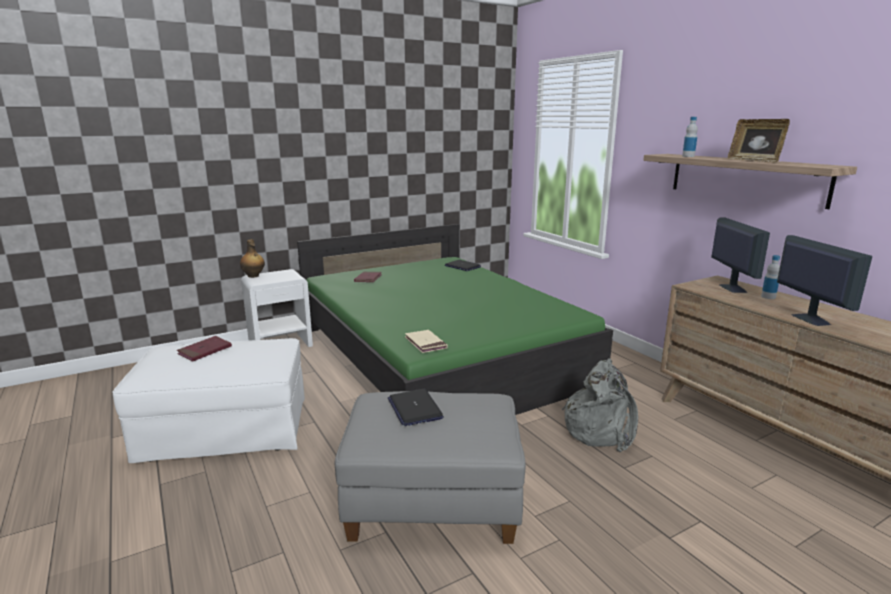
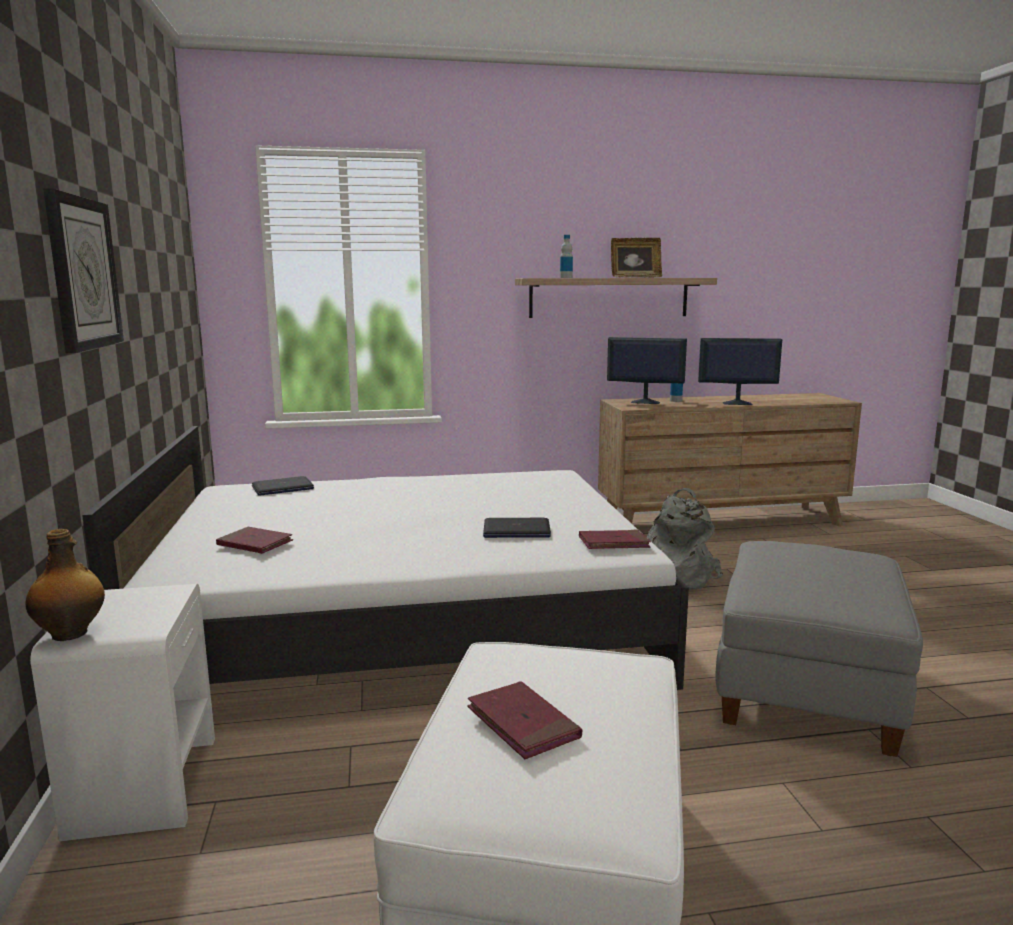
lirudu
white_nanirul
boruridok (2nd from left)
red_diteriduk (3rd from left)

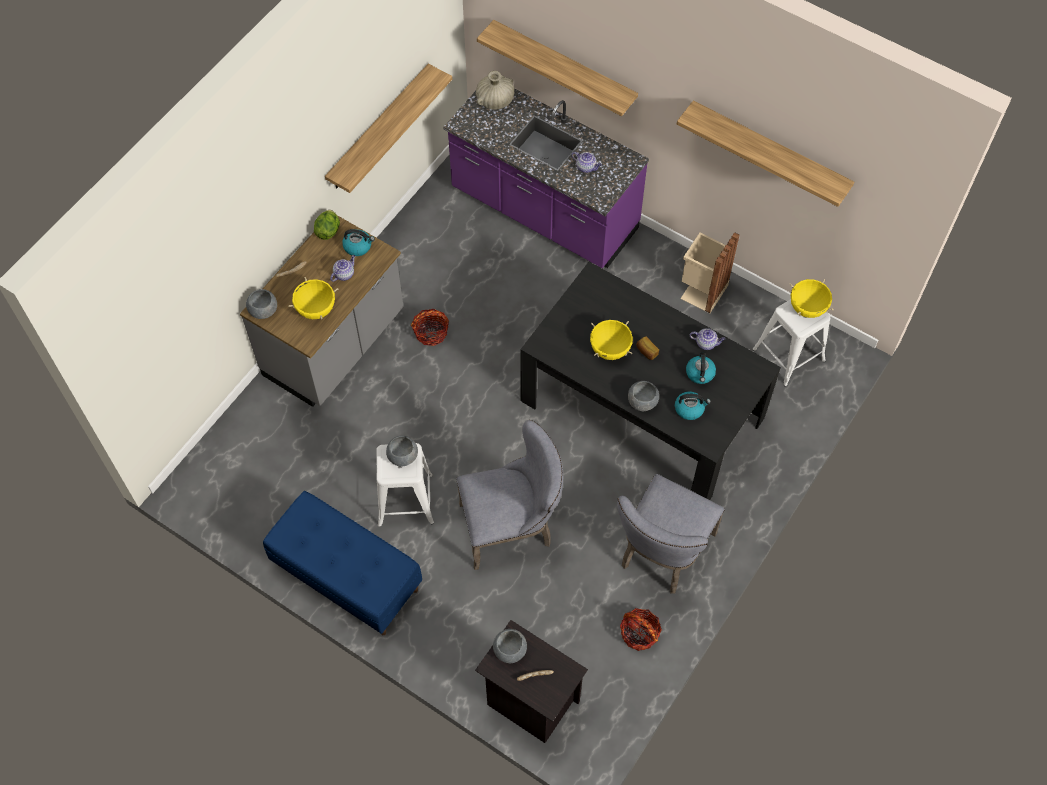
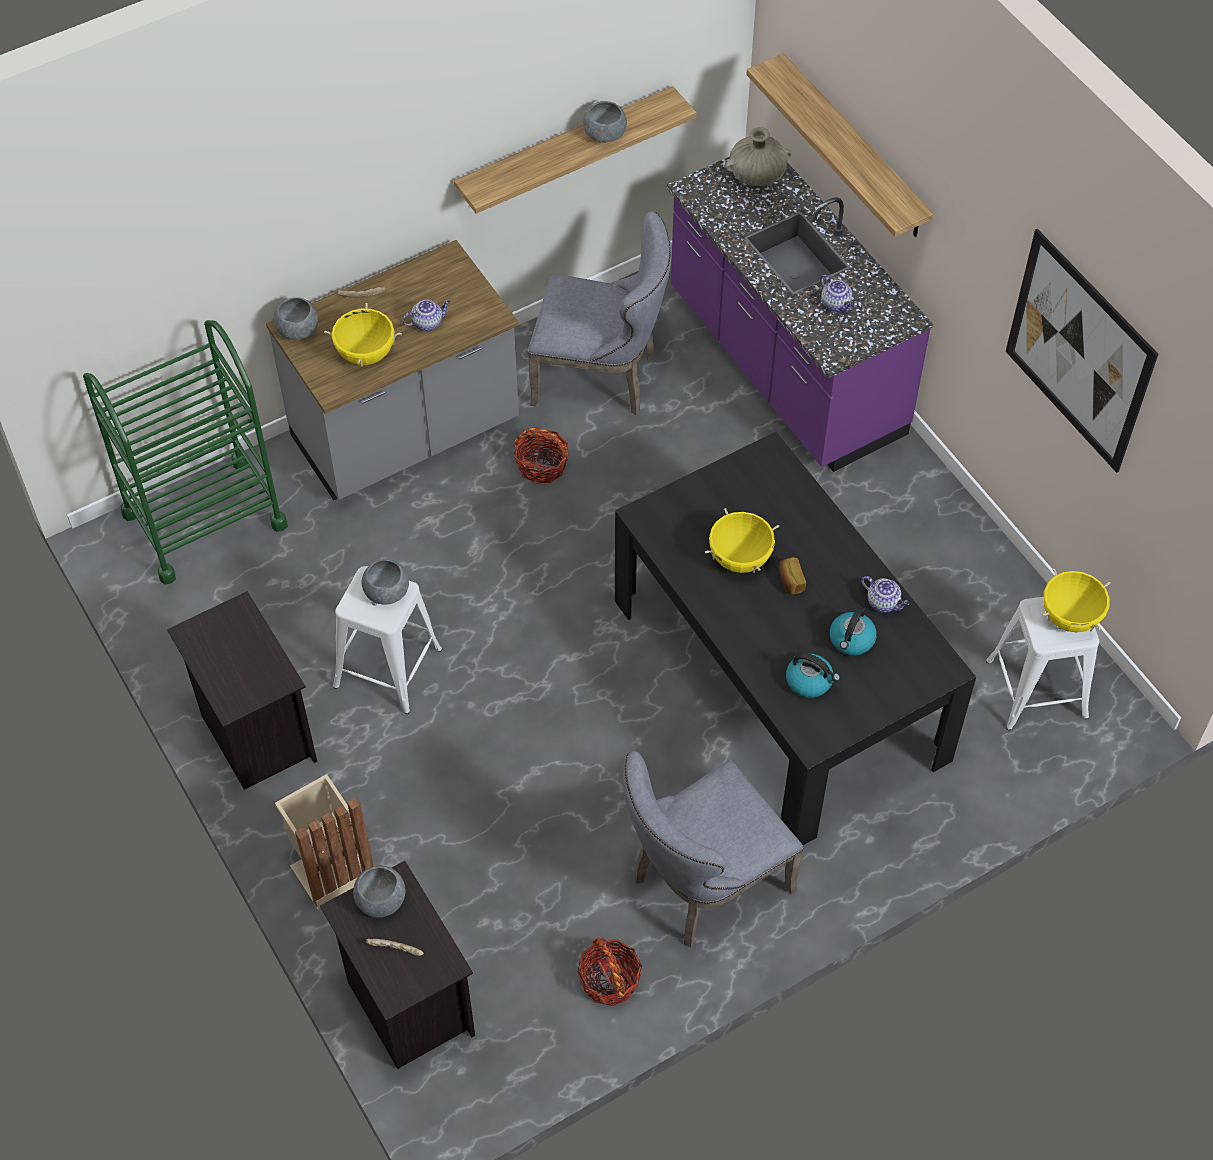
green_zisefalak
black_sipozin (1st from left)
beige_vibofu
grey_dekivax (1st from left)
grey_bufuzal (4th from left)
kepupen
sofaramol
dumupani (1st from left in the first image)

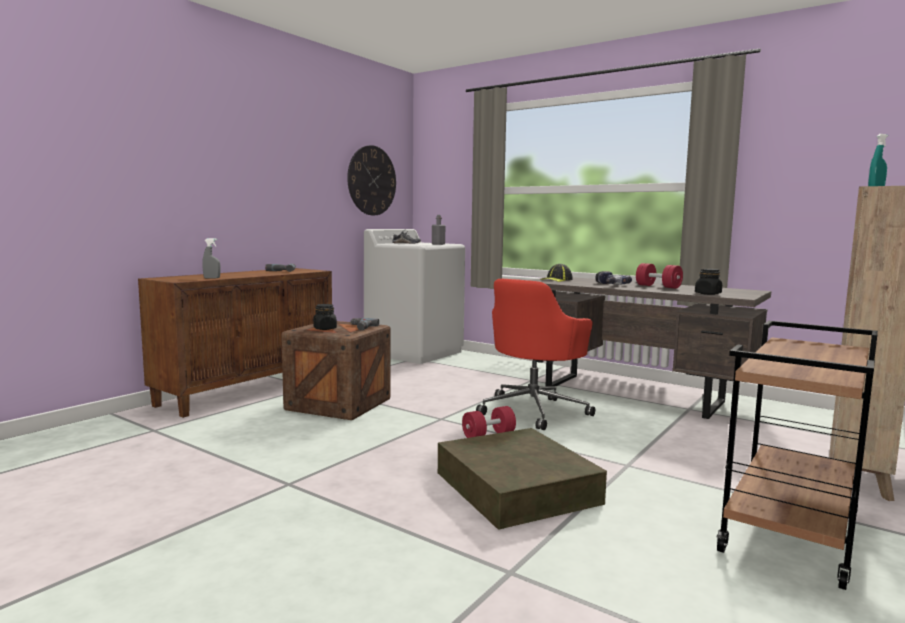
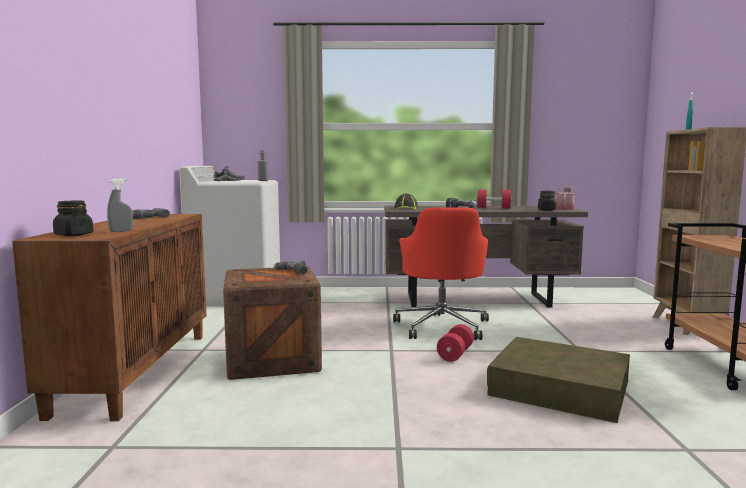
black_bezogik (1st from left)
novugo
lirudu

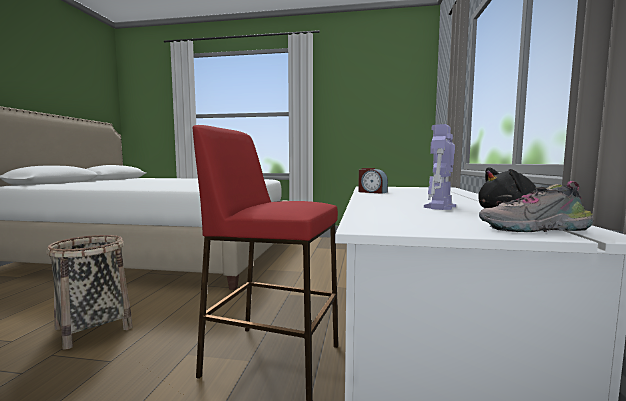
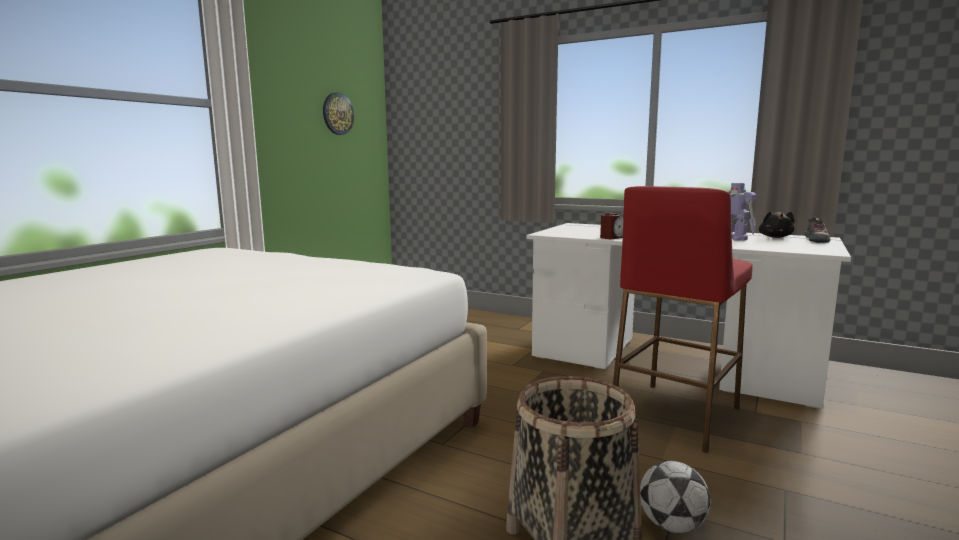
lirudu
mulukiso

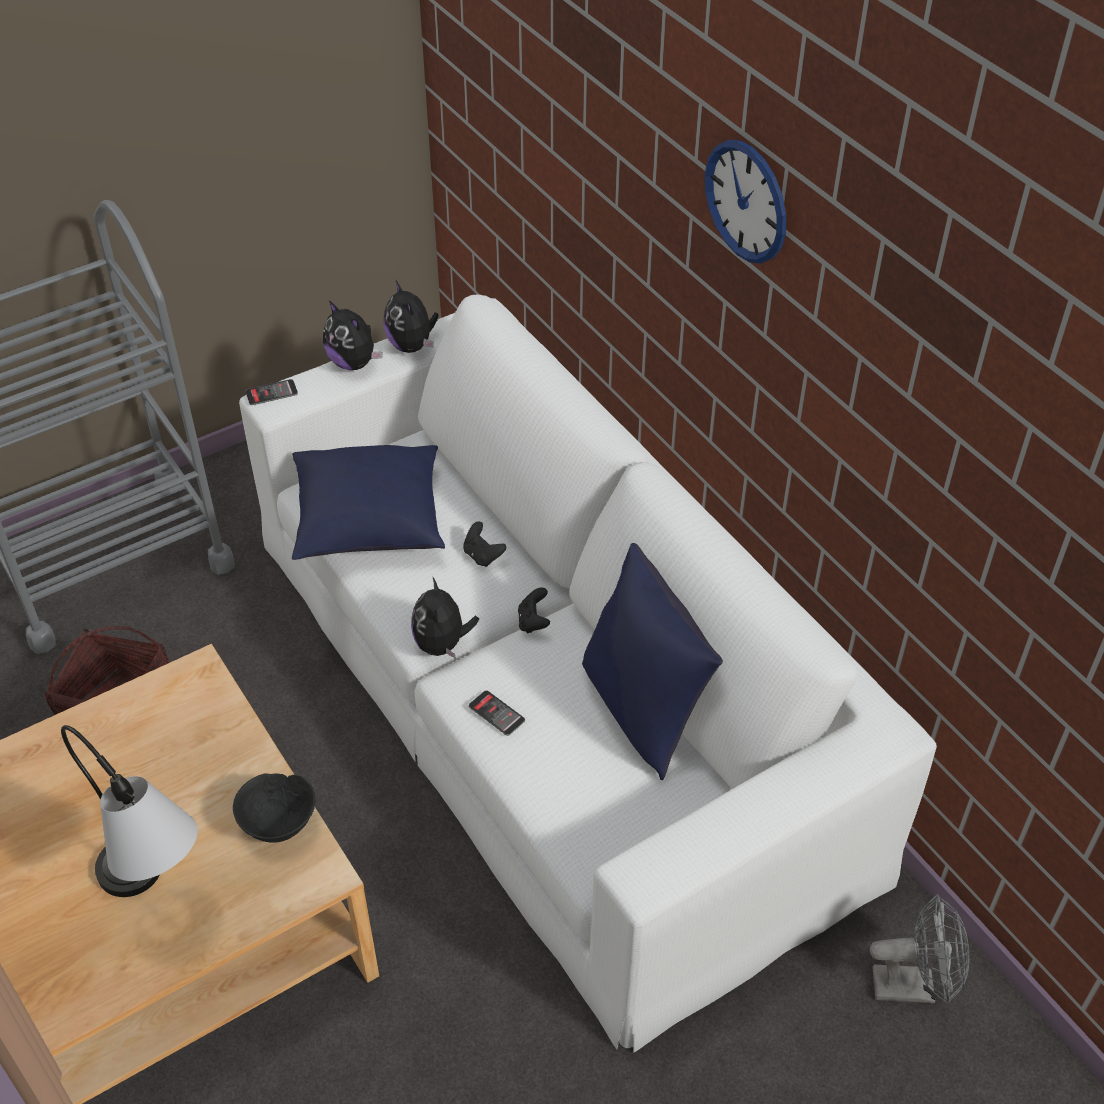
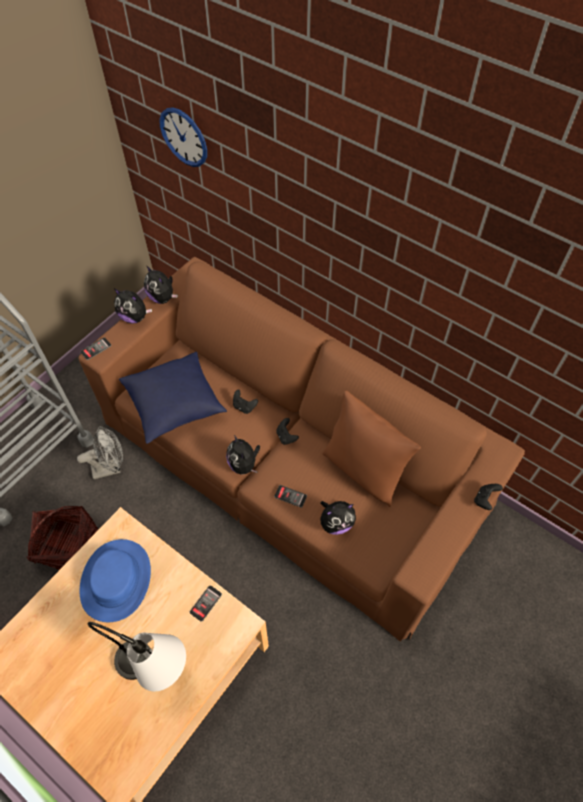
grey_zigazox
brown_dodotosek
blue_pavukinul
lirudu
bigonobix (2nd from left)
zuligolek (4th from left)
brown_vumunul
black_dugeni (3rd from left)

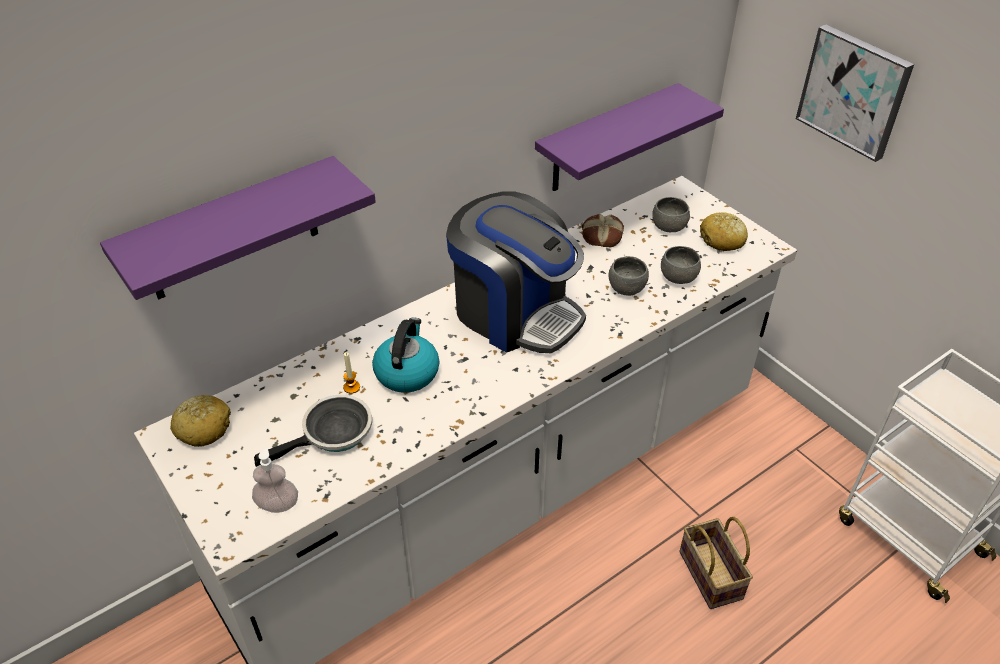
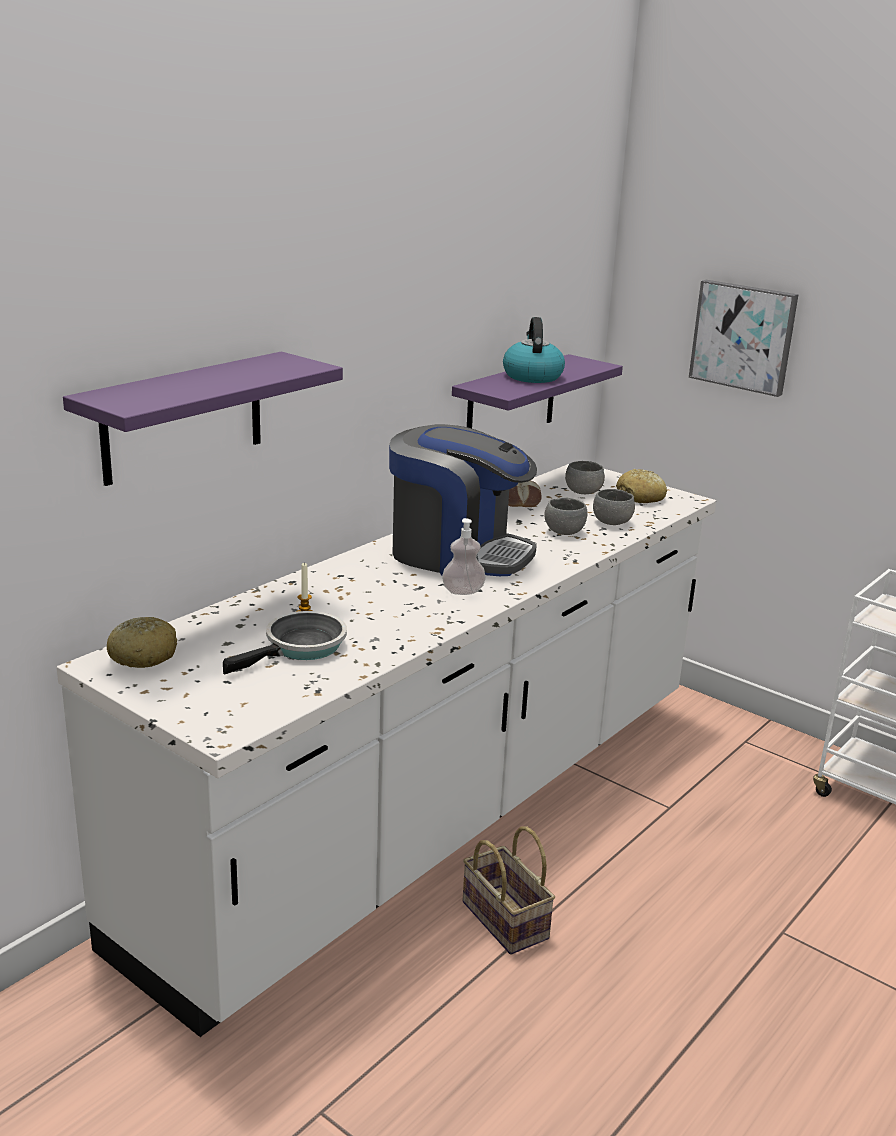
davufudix
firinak
dumupani

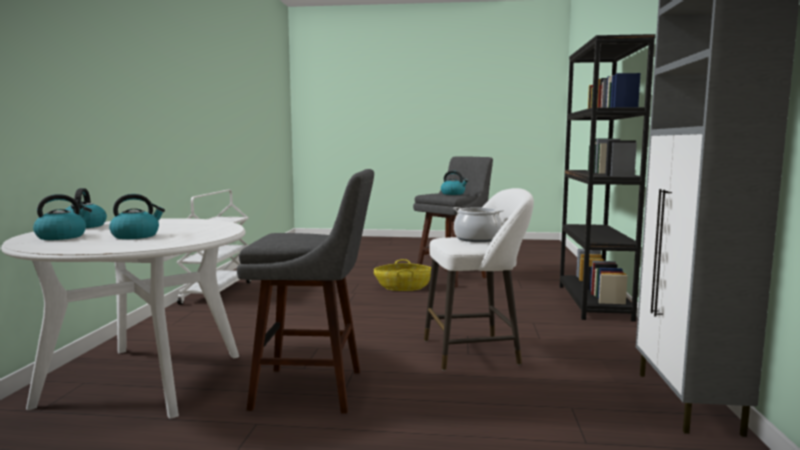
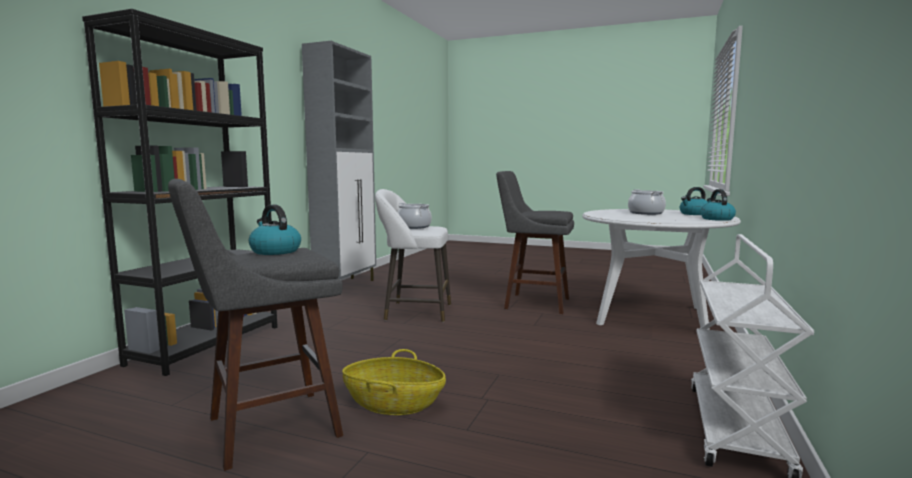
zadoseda (2nd from left)

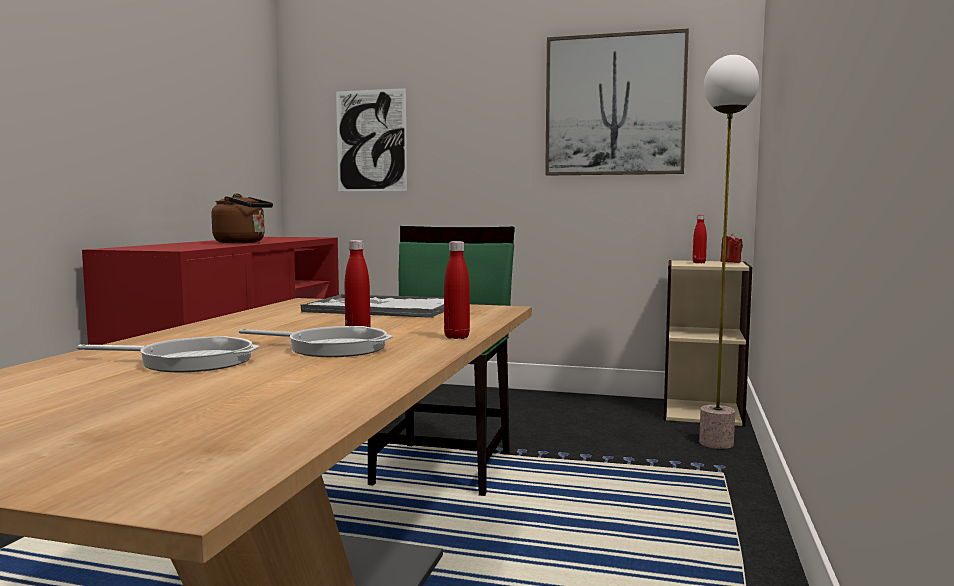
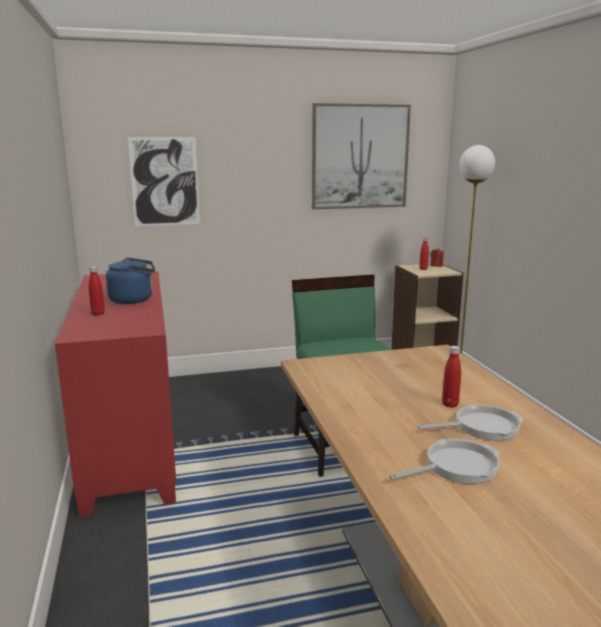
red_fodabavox (1st from left)
blue_dumupani
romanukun

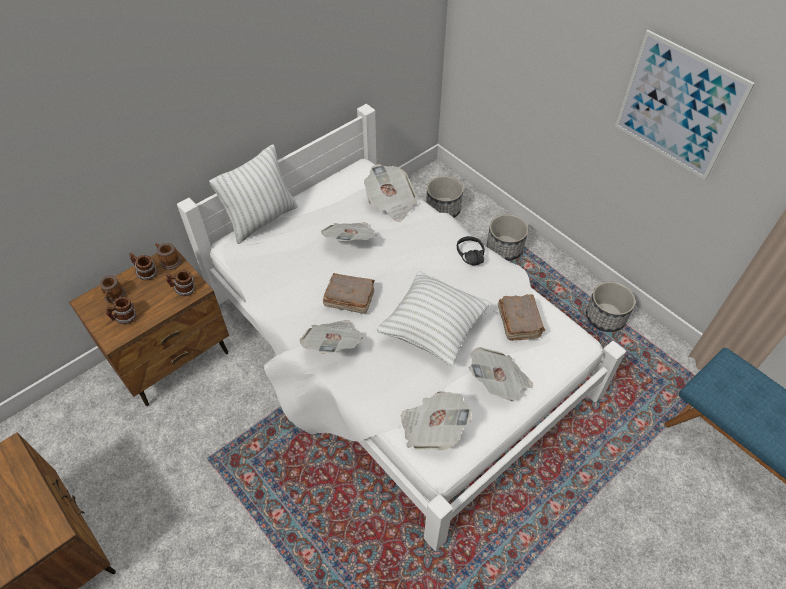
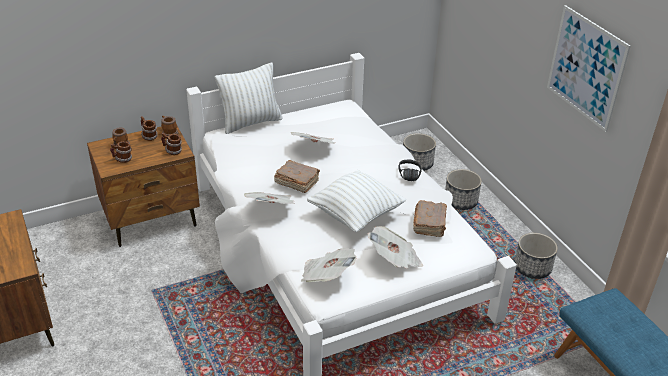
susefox (3rd from left in the first image)

